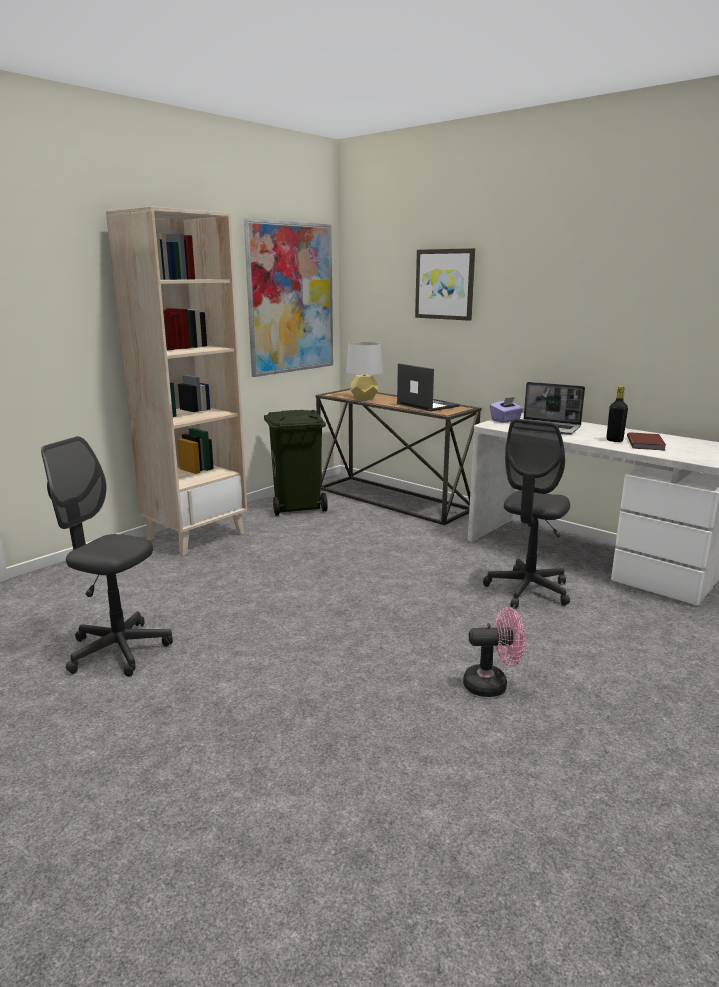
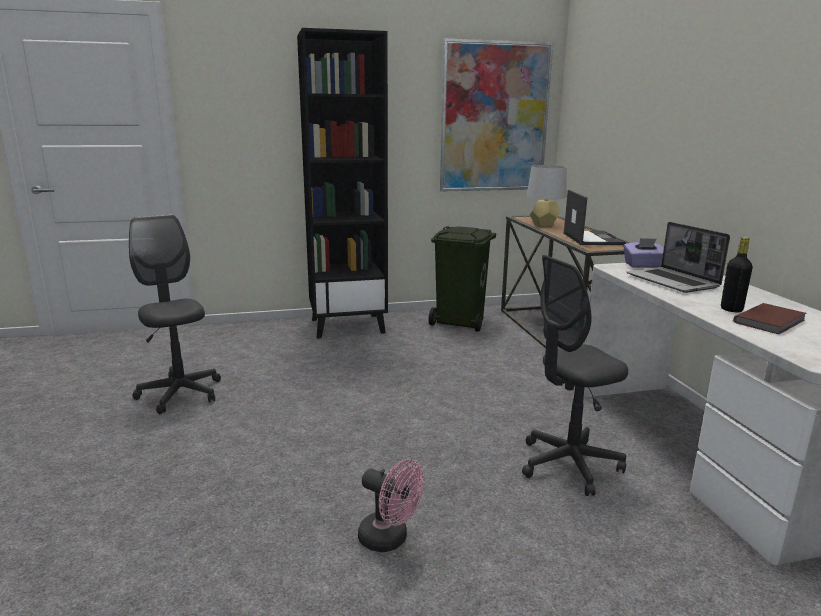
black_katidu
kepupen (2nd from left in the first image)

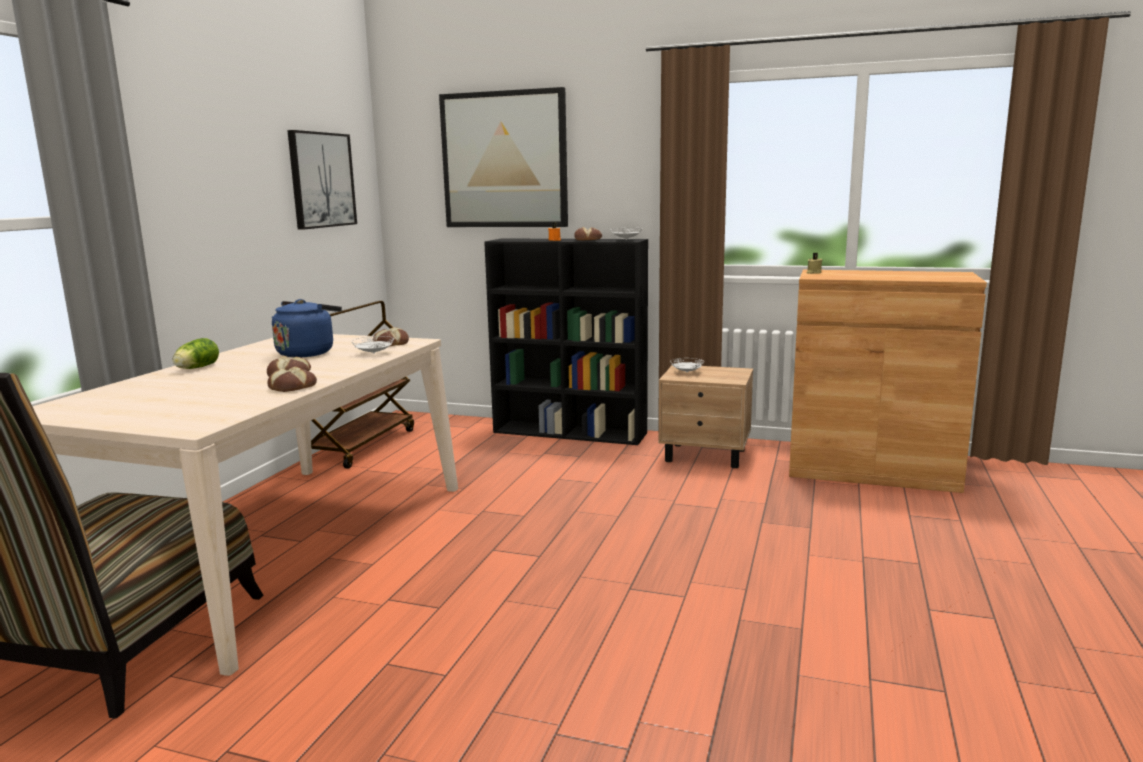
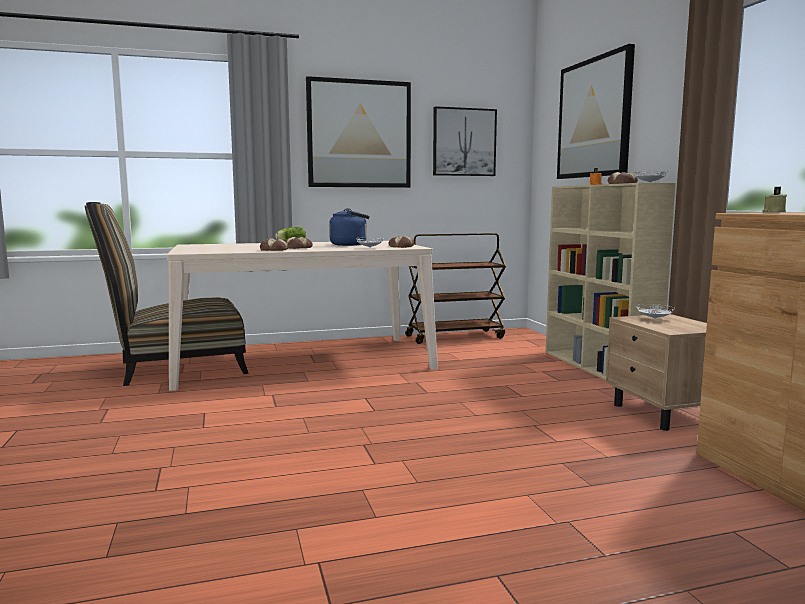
kepupen (1st from left)
beige_katidu

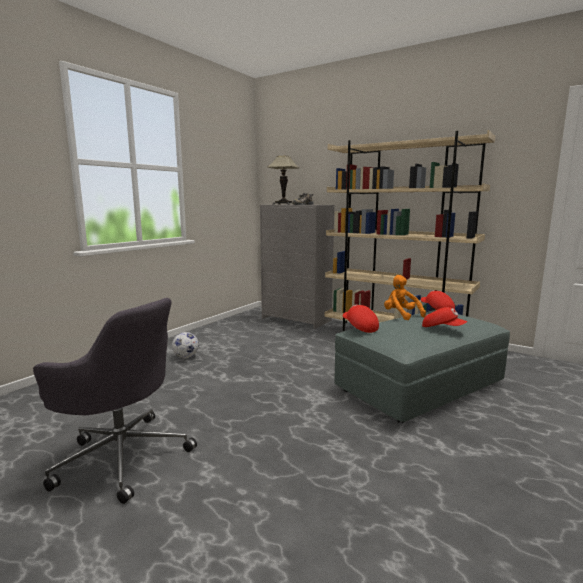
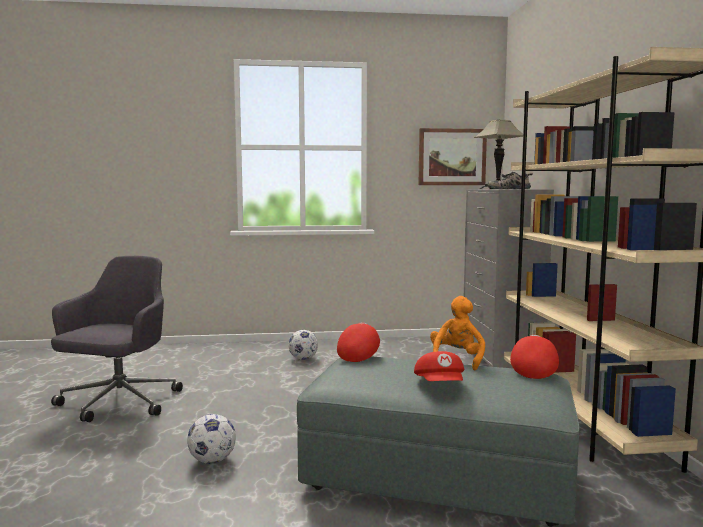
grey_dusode
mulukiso (1st from left)
kepupen

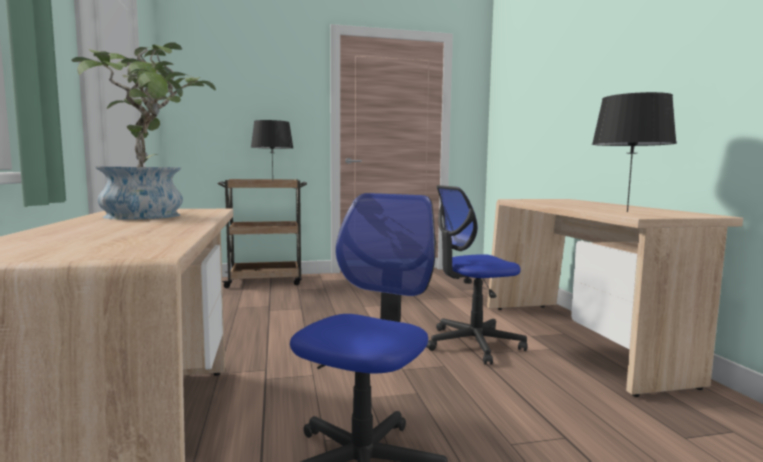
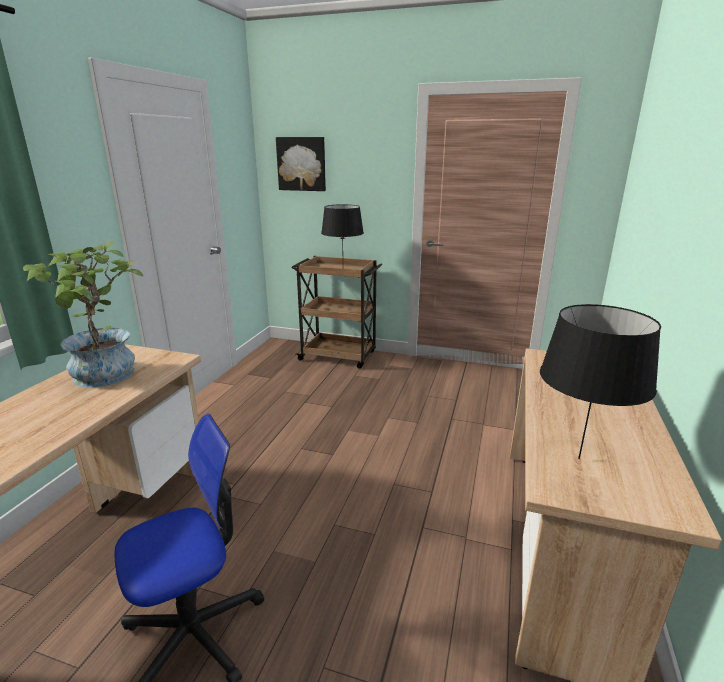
kepupen
dusode (2nd from left in the first image)

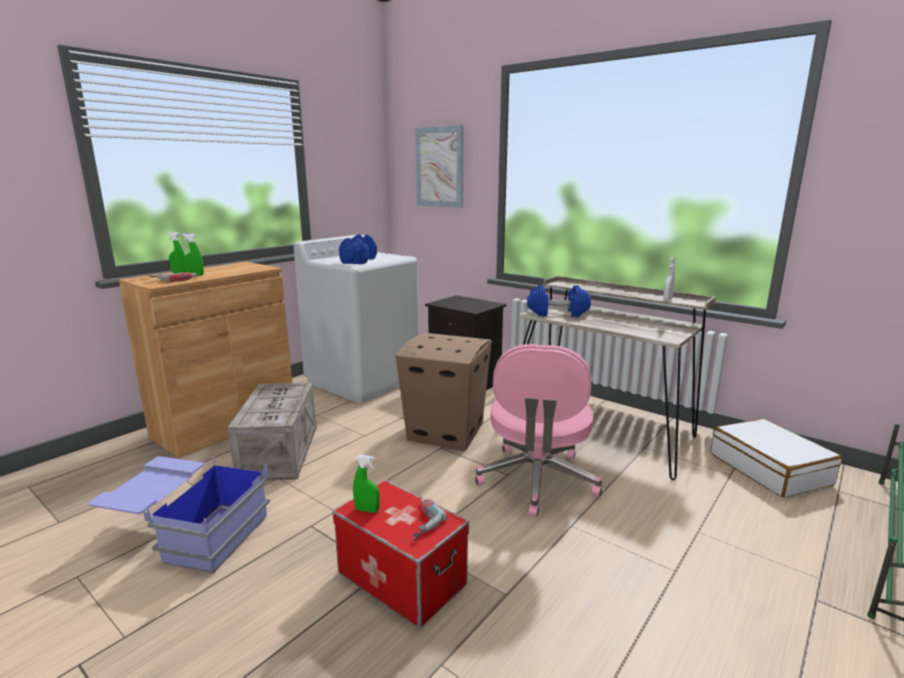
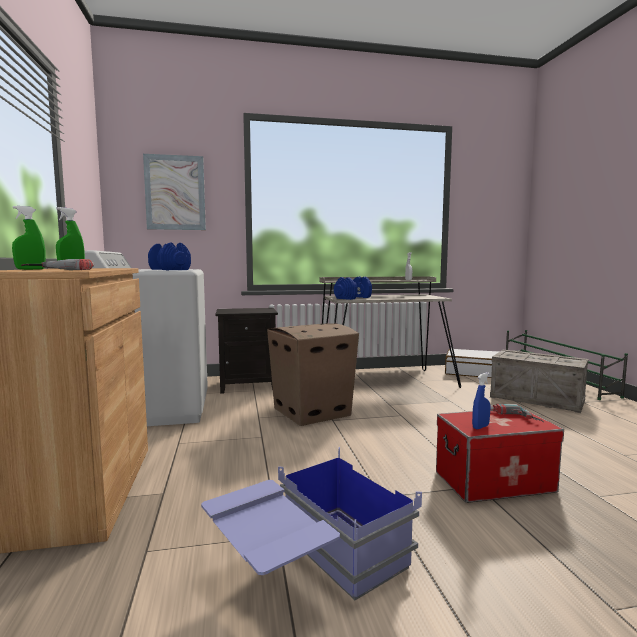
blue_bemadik
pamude
pink_dusode

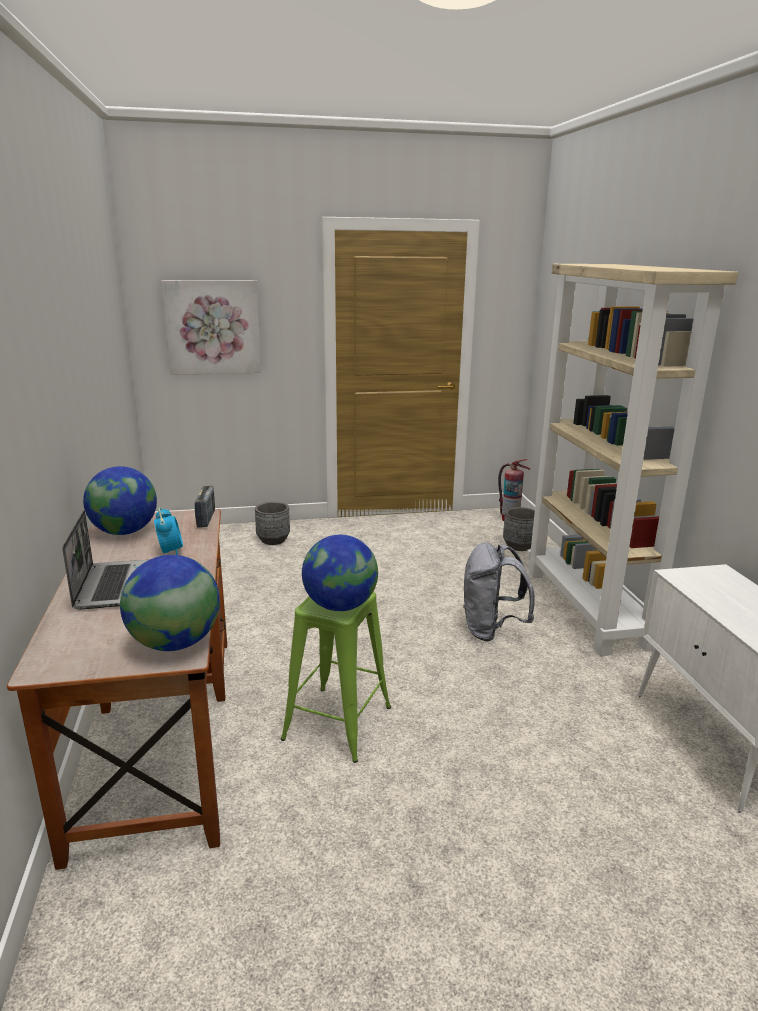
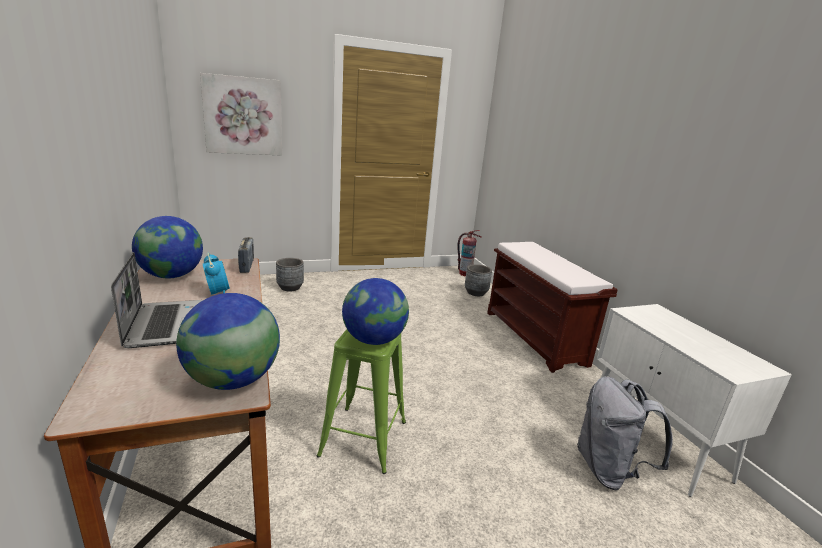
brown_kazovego
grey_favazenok

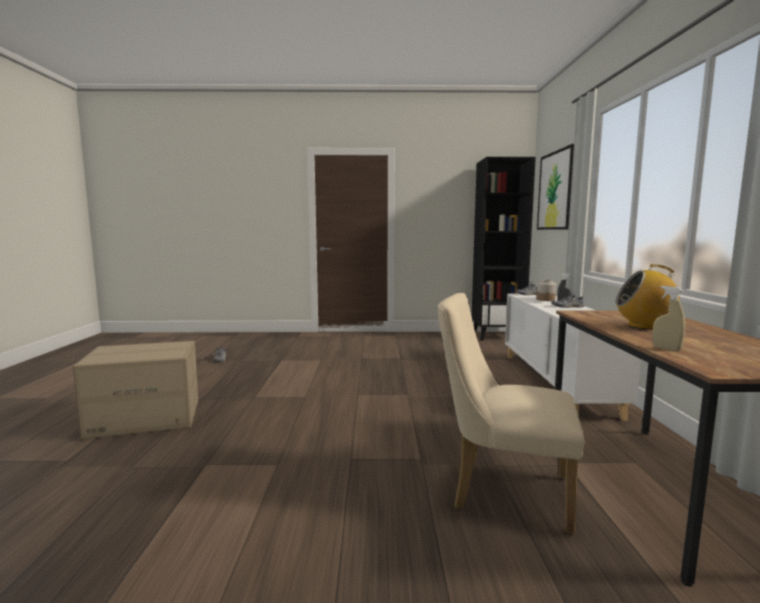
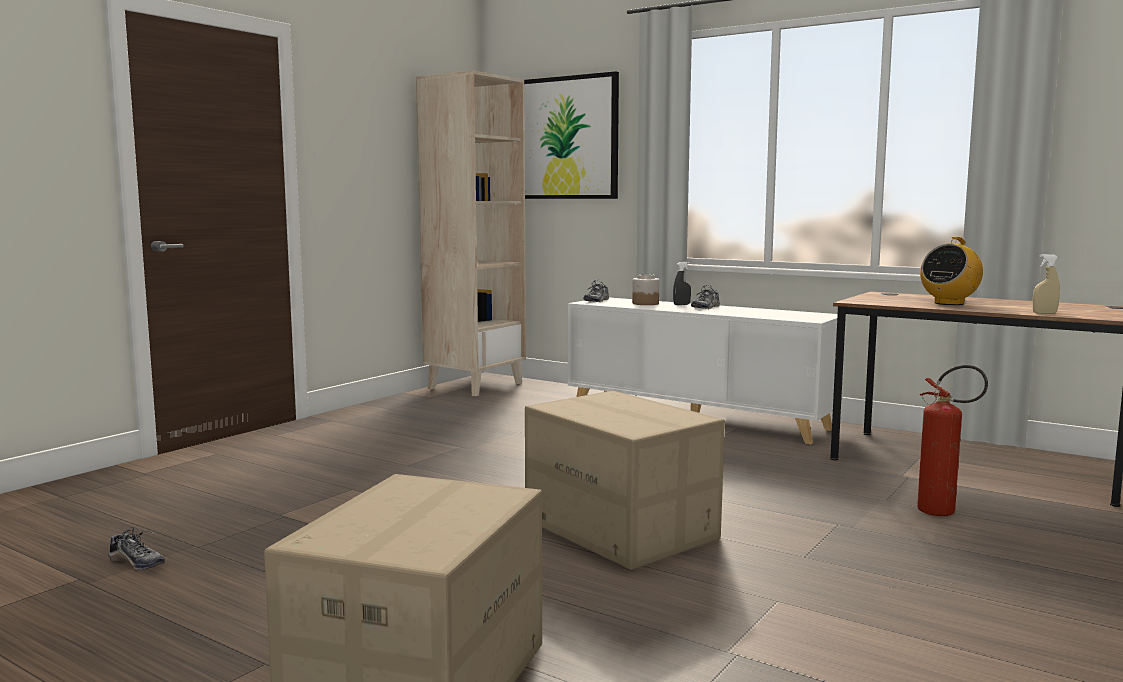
beige_katidu
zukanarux (2nd from left)
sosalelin

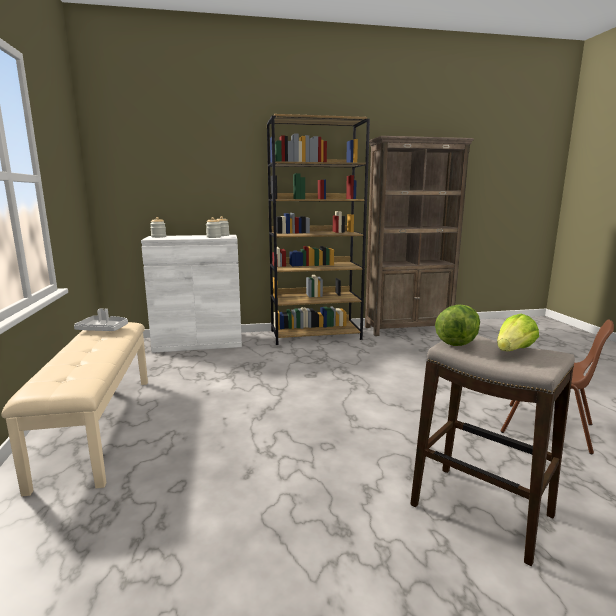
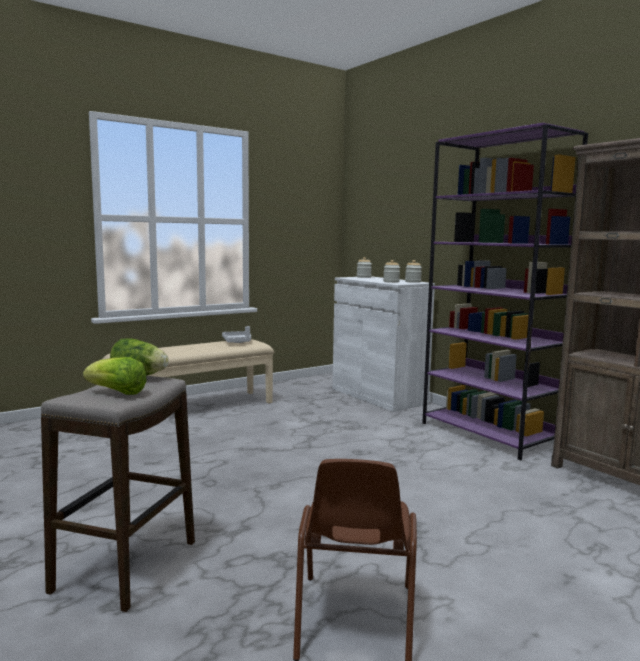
purple_katidu

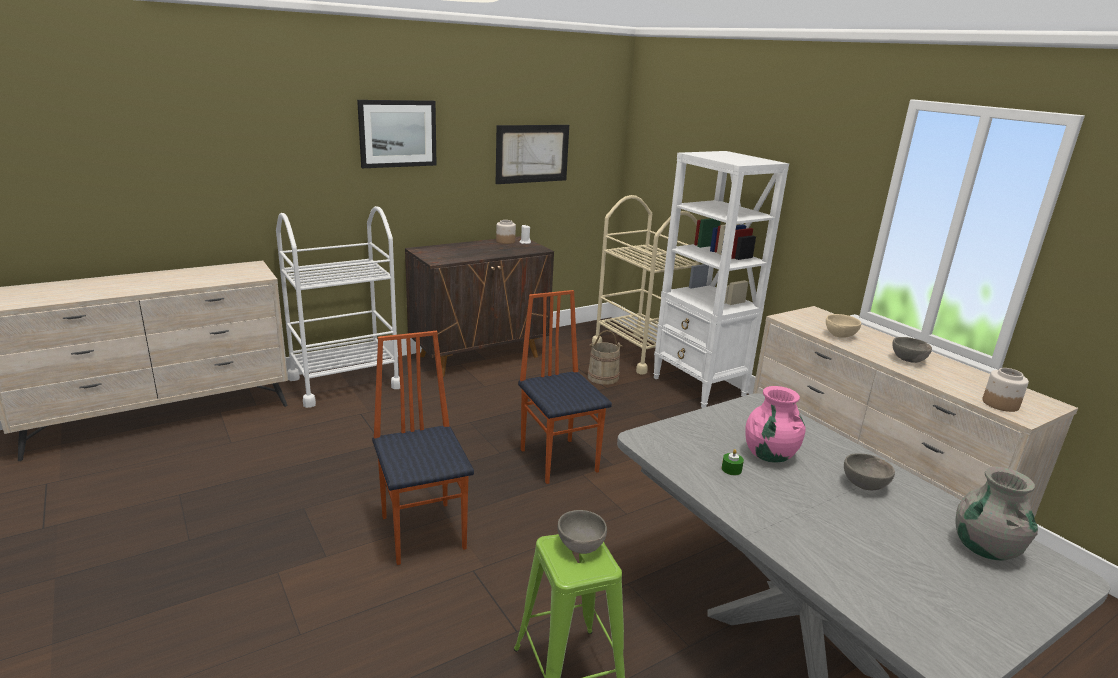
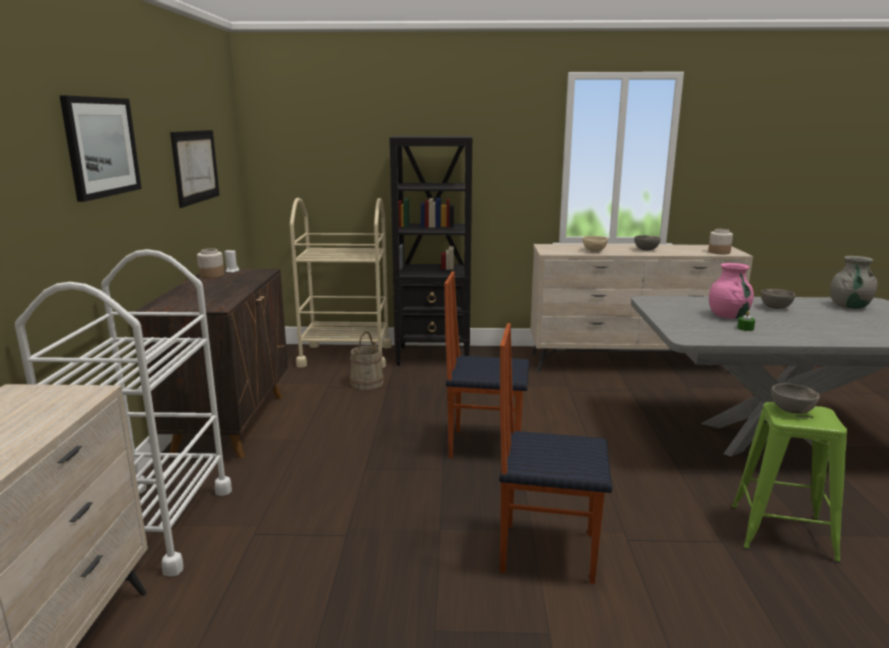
black_katidu

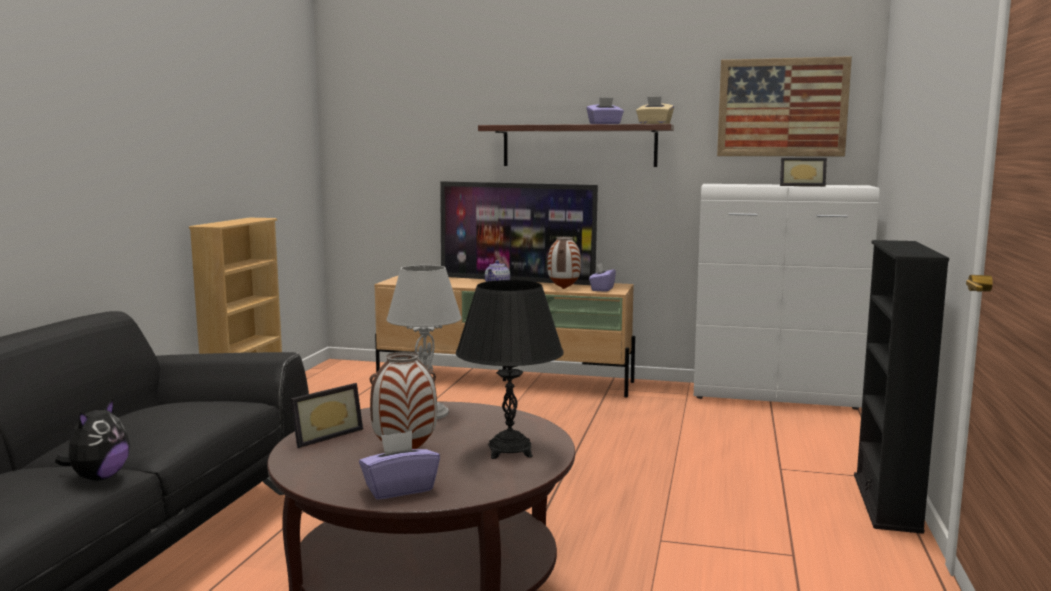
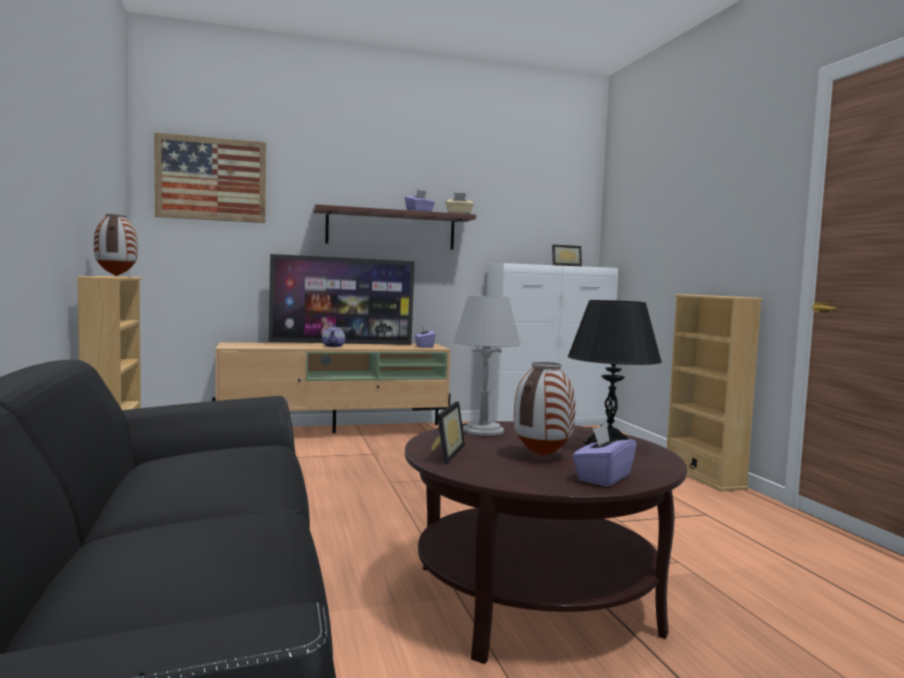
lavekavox (1st from left)
kepupen
beige_katidu (2nd from left)
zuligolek

